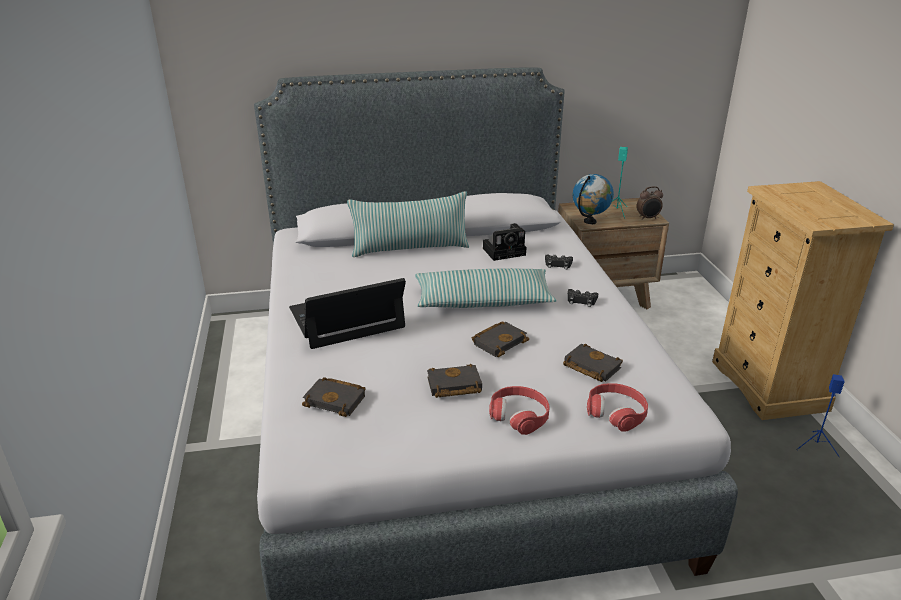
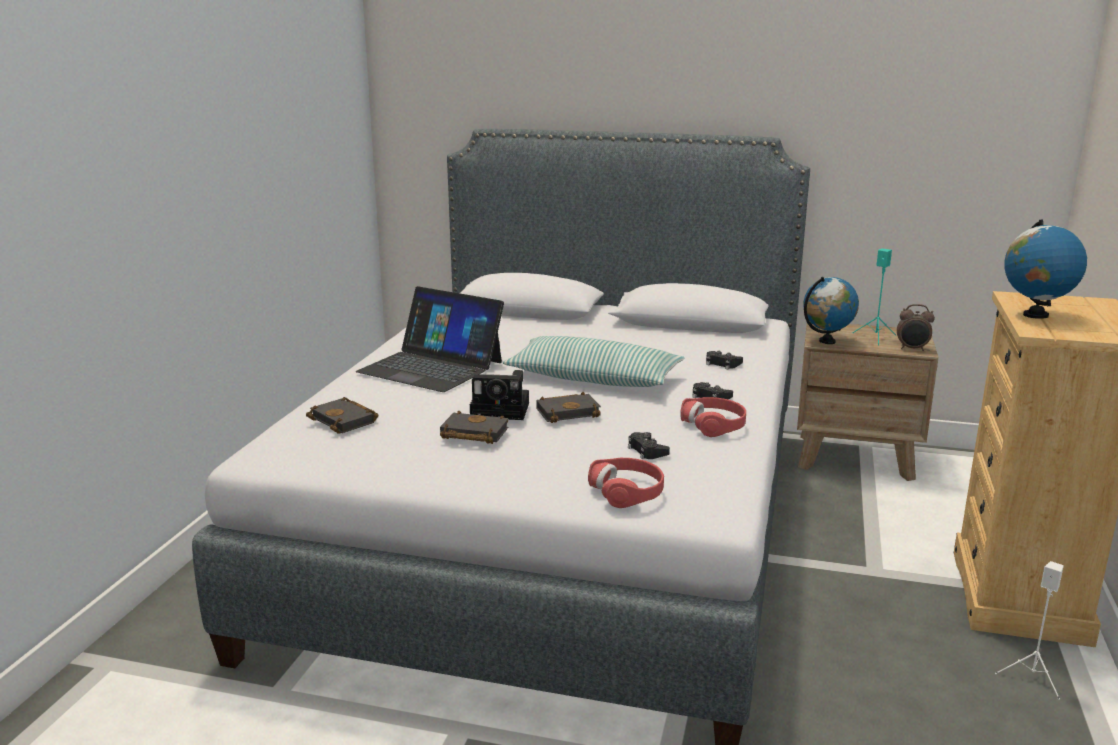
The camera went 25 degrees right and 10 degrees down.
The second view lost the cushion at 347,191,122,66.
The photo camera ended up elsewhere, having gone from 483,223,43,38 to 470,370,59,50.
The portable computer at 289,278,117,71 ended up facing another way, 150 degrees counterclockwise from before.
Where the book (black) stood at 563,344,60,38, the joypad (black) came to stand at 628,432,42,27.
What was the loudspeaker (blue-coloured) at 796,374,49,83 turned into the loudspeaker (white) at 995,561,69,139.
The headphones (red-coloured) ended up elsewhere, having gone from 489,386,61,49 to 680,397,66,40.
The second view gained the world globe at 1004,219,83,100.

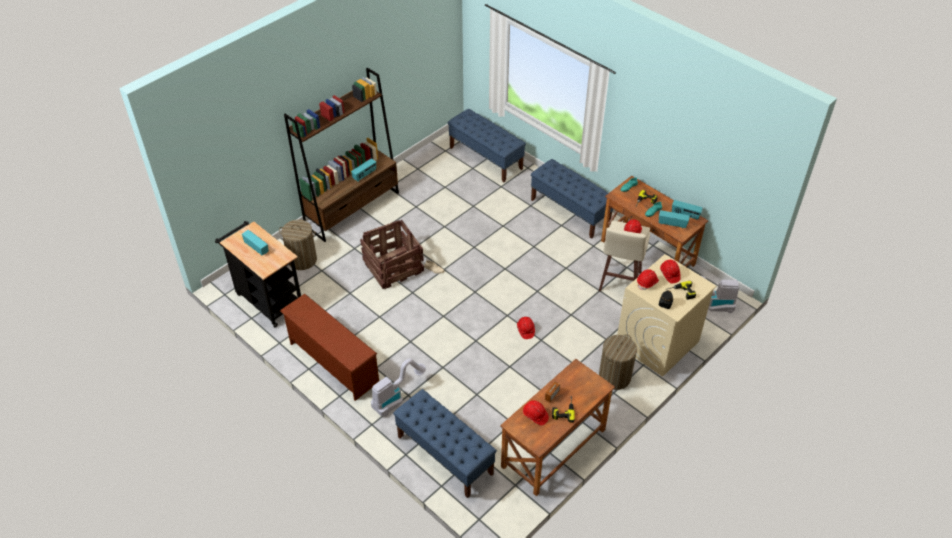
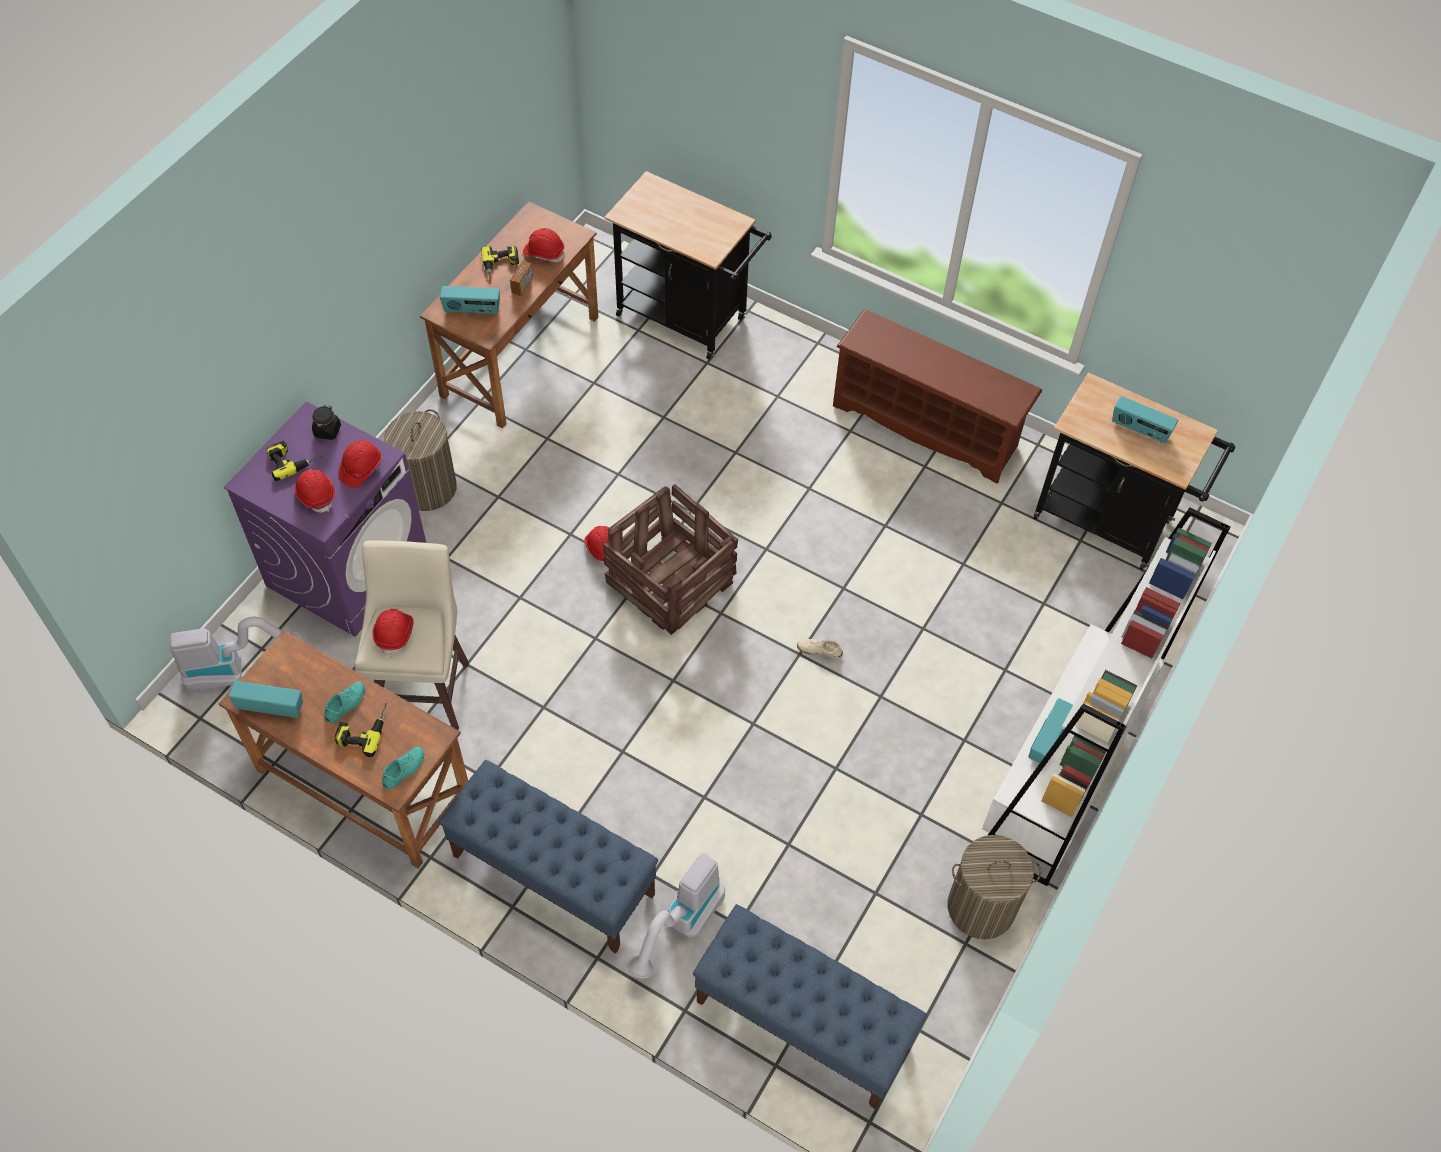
The camera went 165 degrees right and 10 degrees up.
What was the bookcase (brown) at 284,68,115,174 turned into the bookcase (white) at 982,507,248,379.
The radio ended up elsewhere, having gone from 659,210,31,18 to 440,286,60,29.
The hamper ended up elsewhere, having gone from 279,220,38,50 to 948,835,94,104.
The crate ended up elsewhere, having gone from 360,220,64,69 to 603,484,135,151.
What was the washing machine (beige) at 617,254,99,123 turned into the washing machine (purple-coloured) at 224,401,202,236.
The hoover ended up elsewhere, having gone from 371,359,55,58 to 627,853,98,126.
Where the long seat (blue-coloured) stood at 393,389,104,109, the cart (black) came to stand at 605,171,167,189.

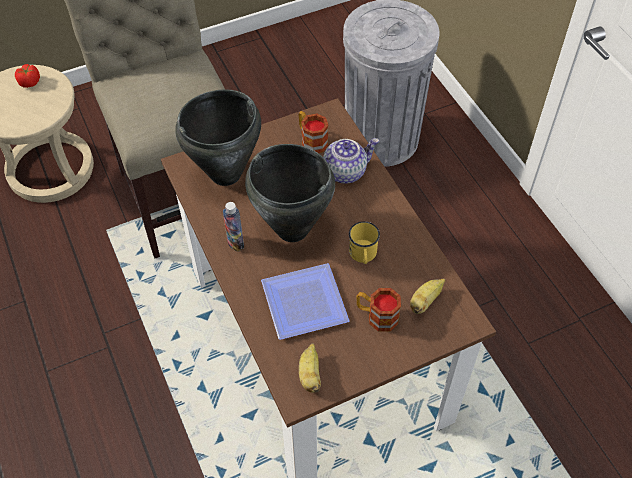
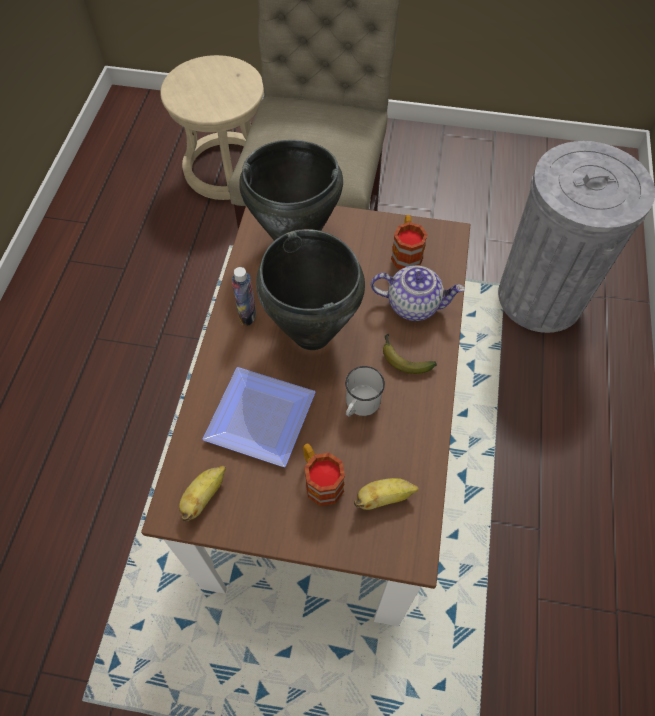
The camera went 35 degrees right and 5 degrees up.
The second view lost the fresh tomato at 15,64,25,24.
What was the tea mug (yellow) at 349,221,31,43 turned into the tea mug (white) at 345,366,40,51.
The second view gained the whole banana at 383,333,54,41.

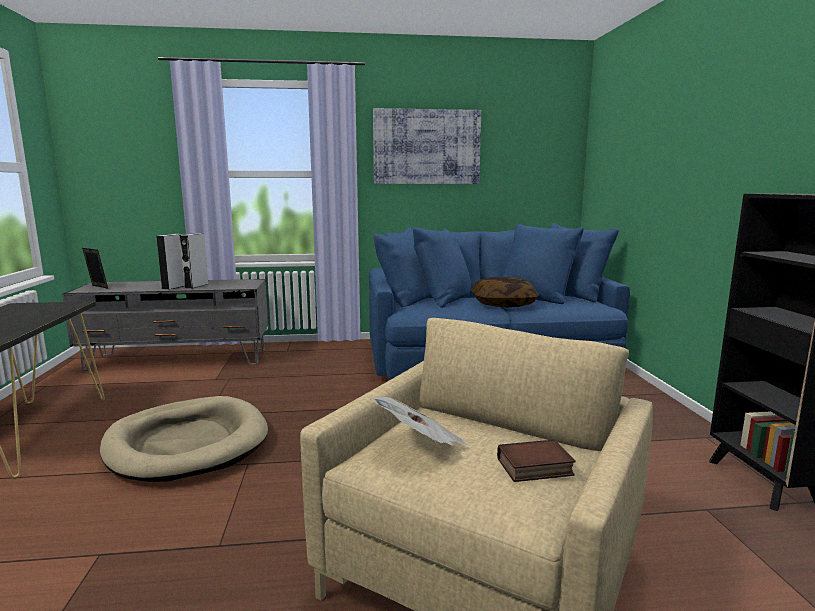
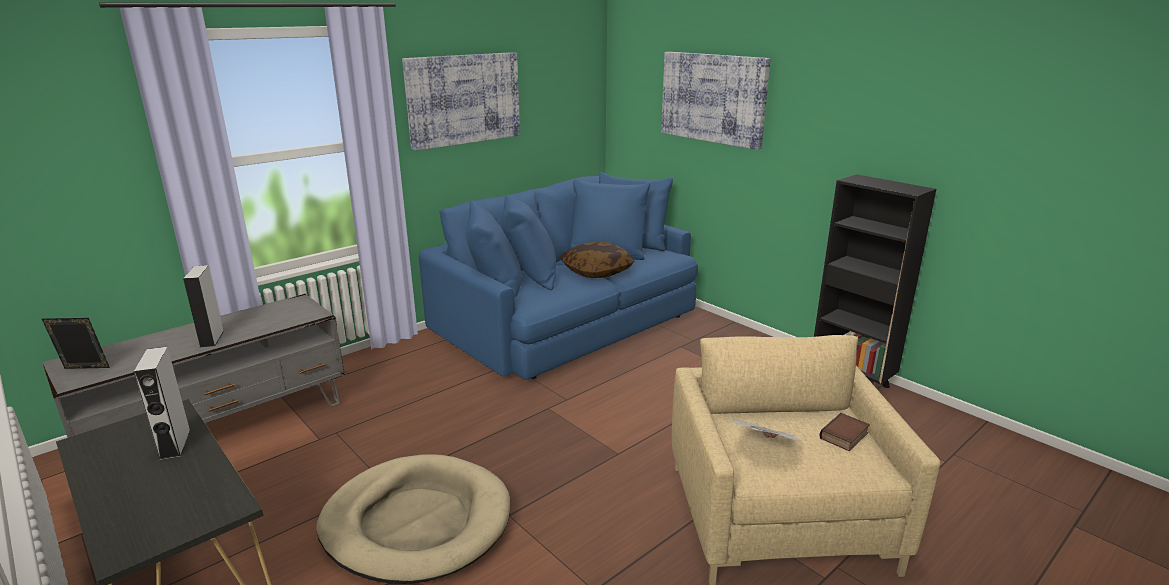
The camera went 35 degrees left and 10 degrees up.
The loudspeaker (greyish) ended up elsewhere, having gone from 179,233,29,56 to 134,347,57,113.
The second view gained the wall art at 661,52,110,98.

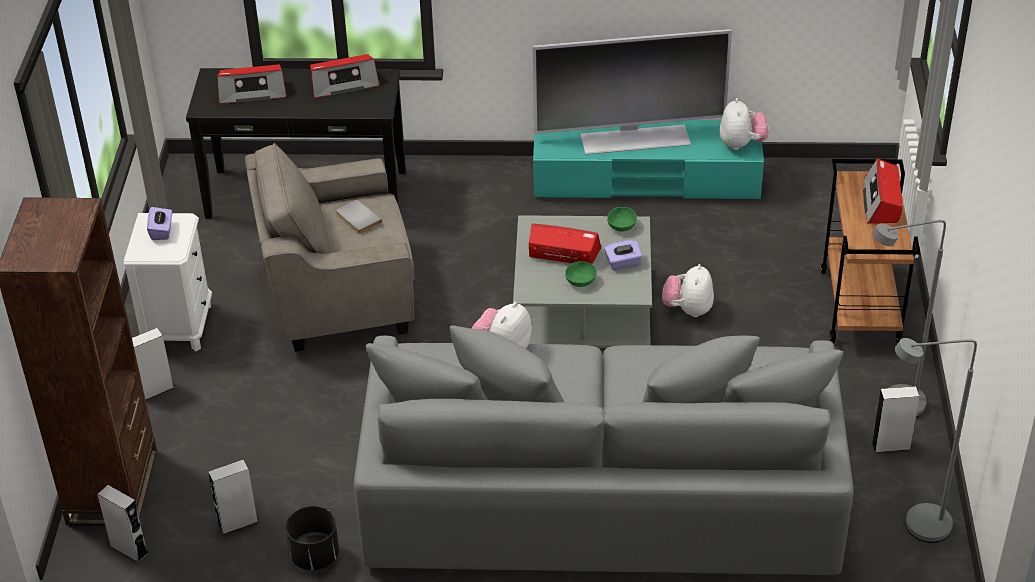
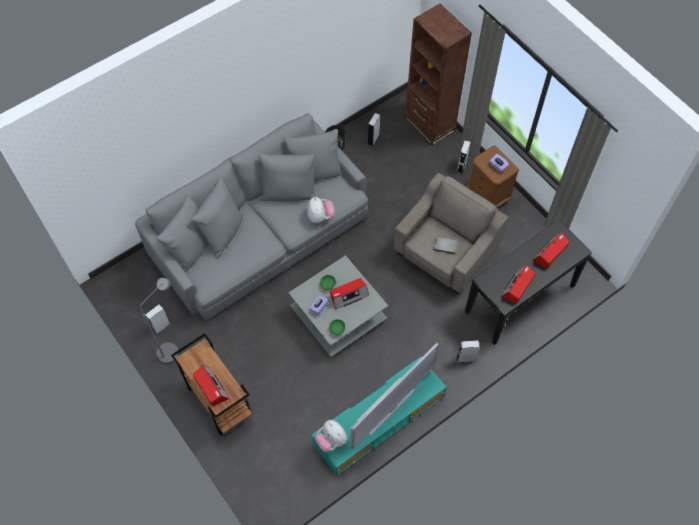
The camera went 140 degrees right and 20 degrees up.
What was the bedside table (white) at 124,213,88,139 turned into the bedside table (brown) at 467,145,53,63.
The second view lost the plush toy at 662,264,52,53.
The second view lost the standing lamp (greyish) at 895,338,82,205.
The loudspeaker (greyish) ended up elsewhere, having gone from 97,485,51,78 to 456,340,24,23.

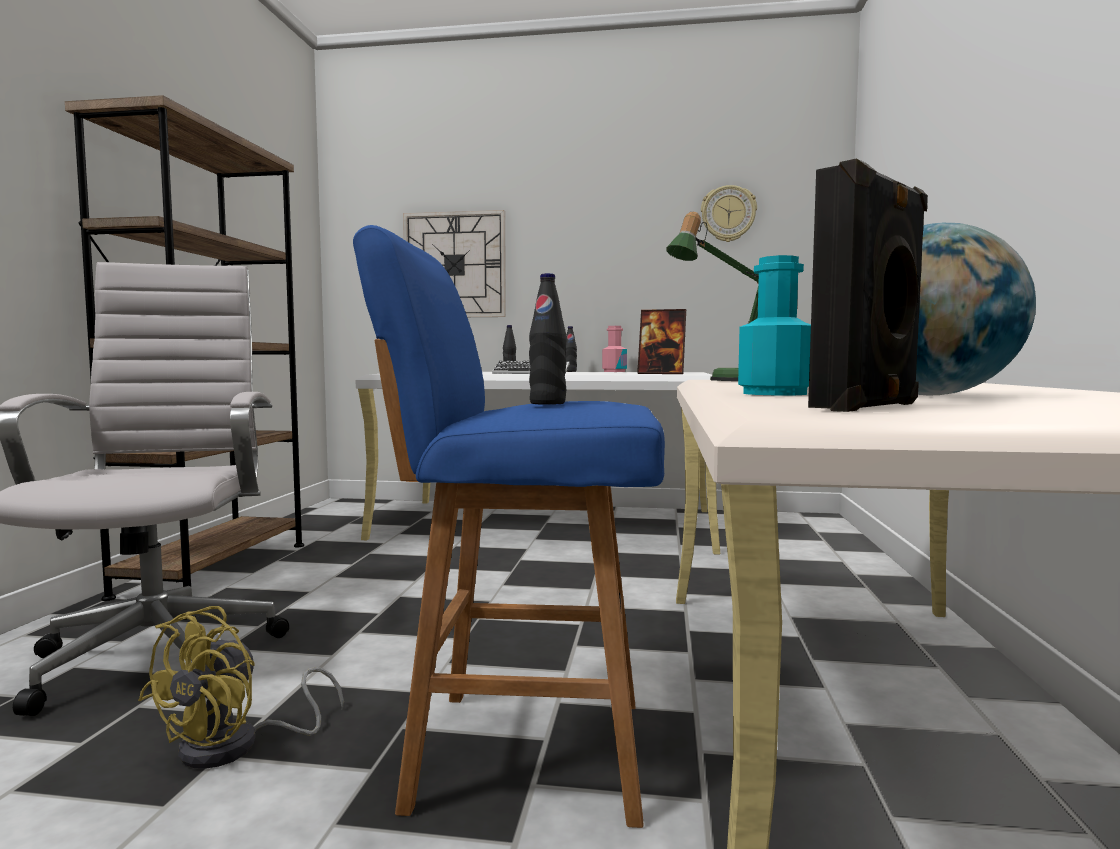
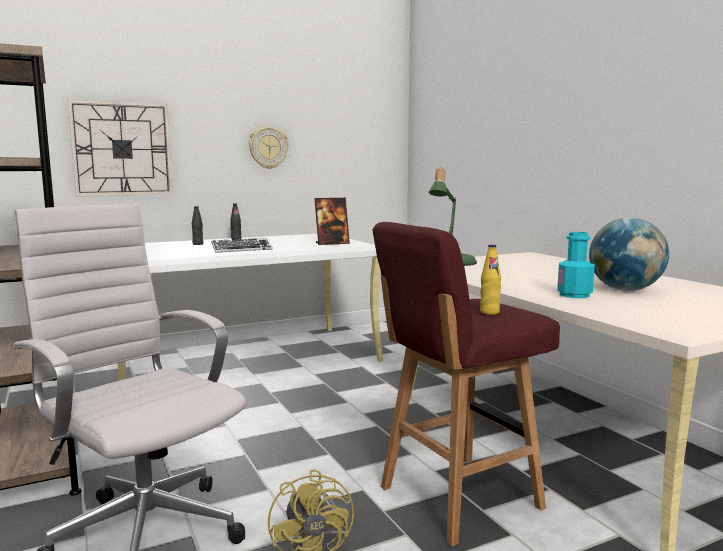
The camera went 35 degrees left and 5 degrees up.
The second view lost the loudspeaker (black) at 808,158,120,254.
The clock on the wall ended up elsewhere, having gone from 701,185,56,57 to 249,127,40,42.
What was the sitting stool (blue-coloured) at 353,225,312,603 turned into the sitting stool (red-coloured) at 373,222,187,325.
What was the drink bottle (black) at 529,273,37,132 turned into the drink bottle (yellow) at 480,244,21,71.
The second view lost the drink bottle (pink-coloured) at 602,326,25,46.

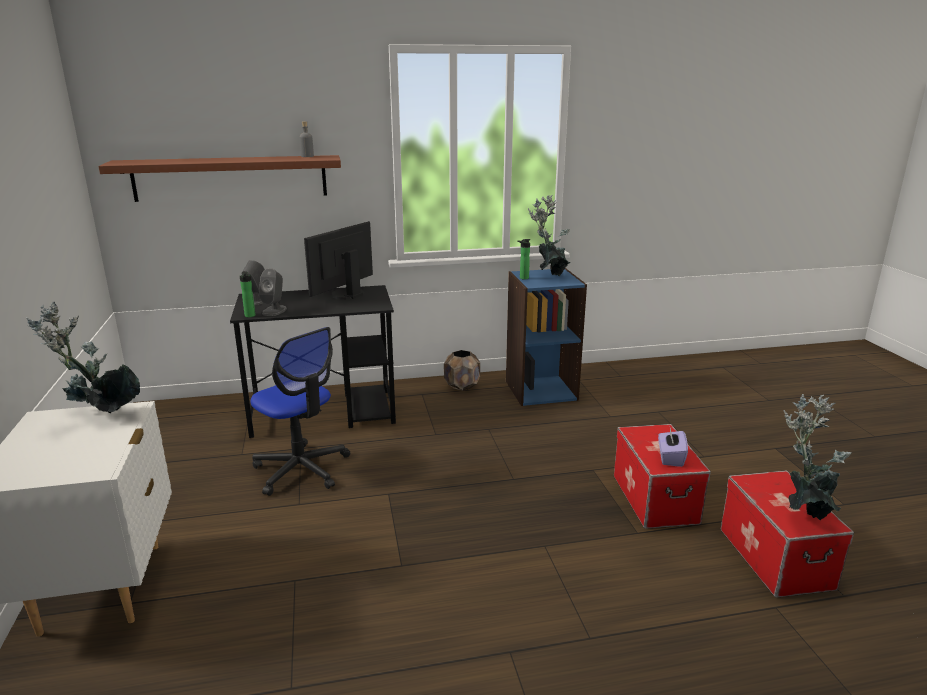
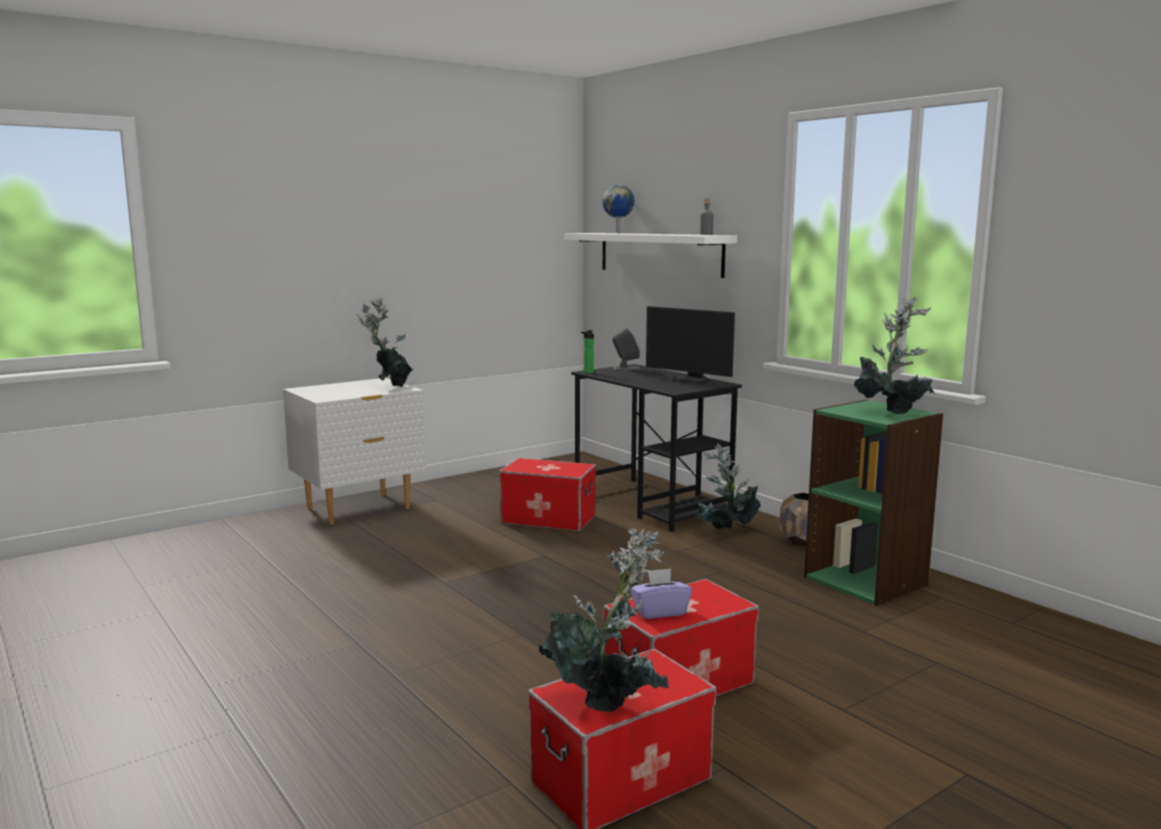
The camera went 65 degrees right and 10 degrees down.
What was the shelf (brown) at 99,155,242,47 turned into the shelf (white) at 565,233,172,45.
The computer display at 304,221,69,79 ended up facing another way, 150 degrees counterclockwise from before.
The second view lost the drink bottle at 517,239,13,41.
The second view lost the loudspeaker (greyish) at 259,268,28,48.
What was the bookcase (blue-coloured) at 506,268,81,138 turned into the bookcase (green) at 804,399,139,207.
Where the office chair stood at 250,327,100,169, the storage container came to stand at 499,458,97,74.
The second view gained the world globe at 602,185,32,48.
The second view gained the houseplant at 694,443,67,86.

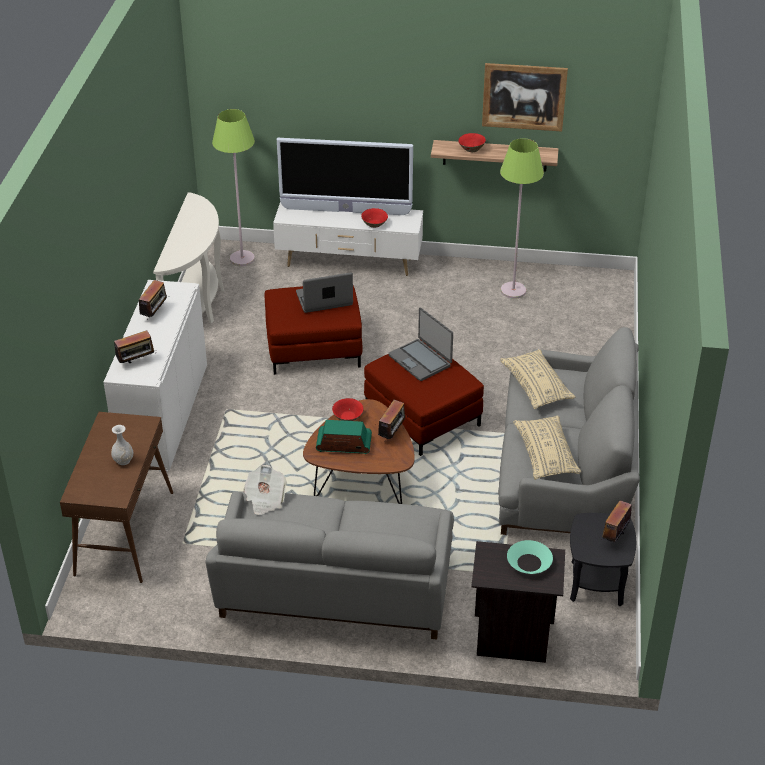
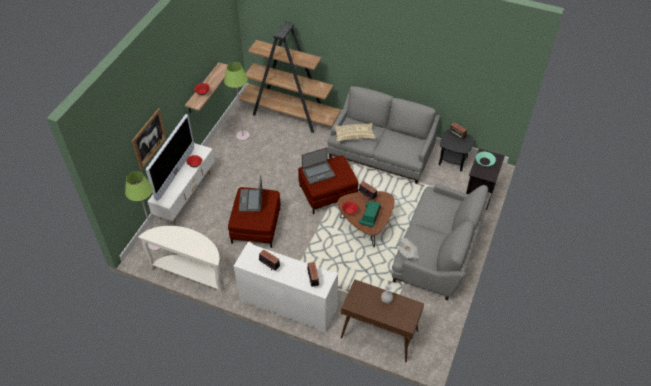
The camera went 75 degrees left and 10 degrees up.
The wall art ended up elsewhere, having gone from 482,63,86,69 to 132,108,35,62.
The second view lost the cushion (beige) at 513,416,68,64.
The second view gained the bookcase (brown) at 239,21,102,112.

